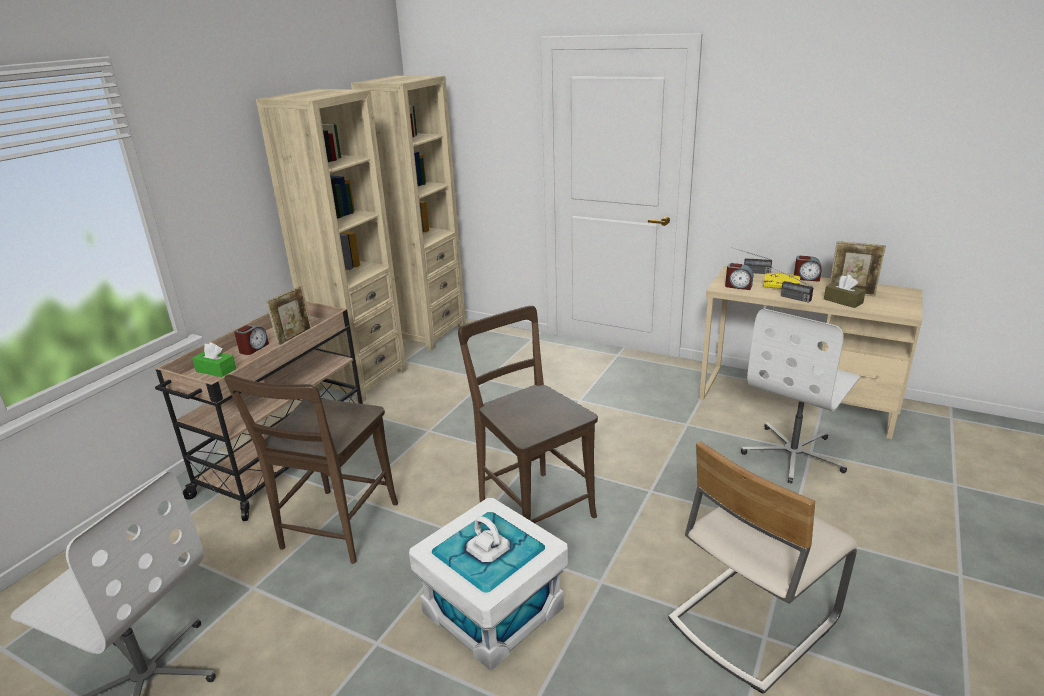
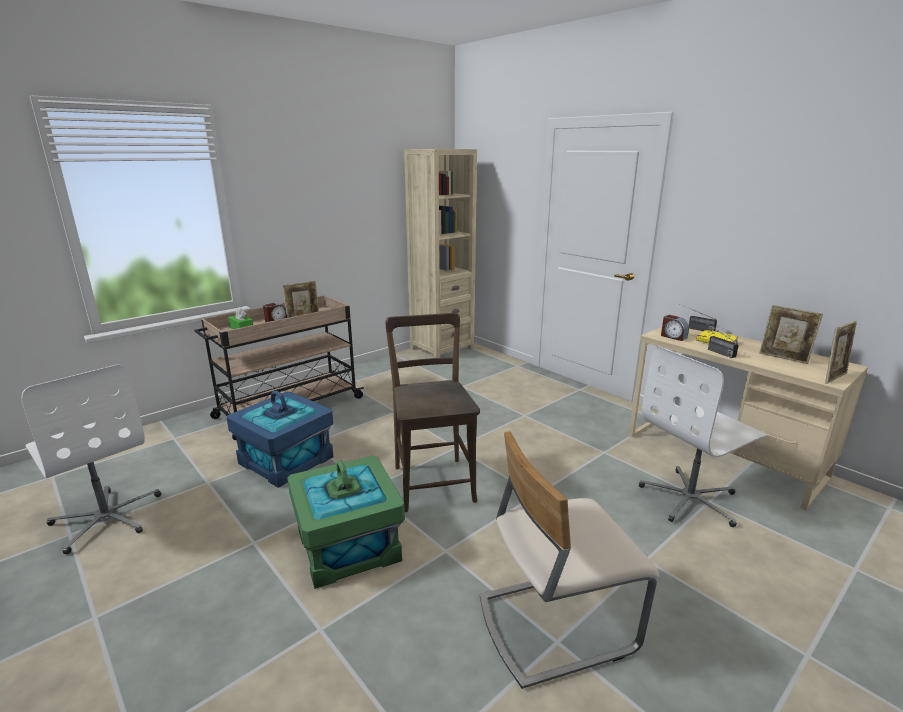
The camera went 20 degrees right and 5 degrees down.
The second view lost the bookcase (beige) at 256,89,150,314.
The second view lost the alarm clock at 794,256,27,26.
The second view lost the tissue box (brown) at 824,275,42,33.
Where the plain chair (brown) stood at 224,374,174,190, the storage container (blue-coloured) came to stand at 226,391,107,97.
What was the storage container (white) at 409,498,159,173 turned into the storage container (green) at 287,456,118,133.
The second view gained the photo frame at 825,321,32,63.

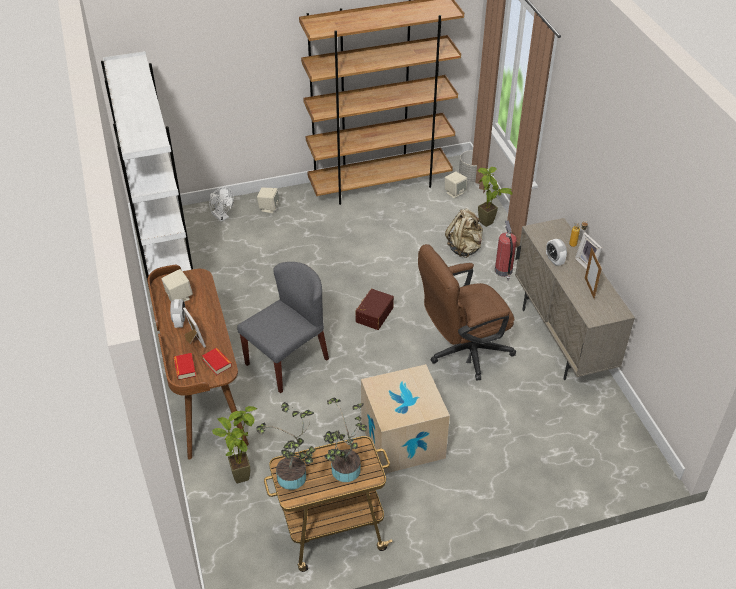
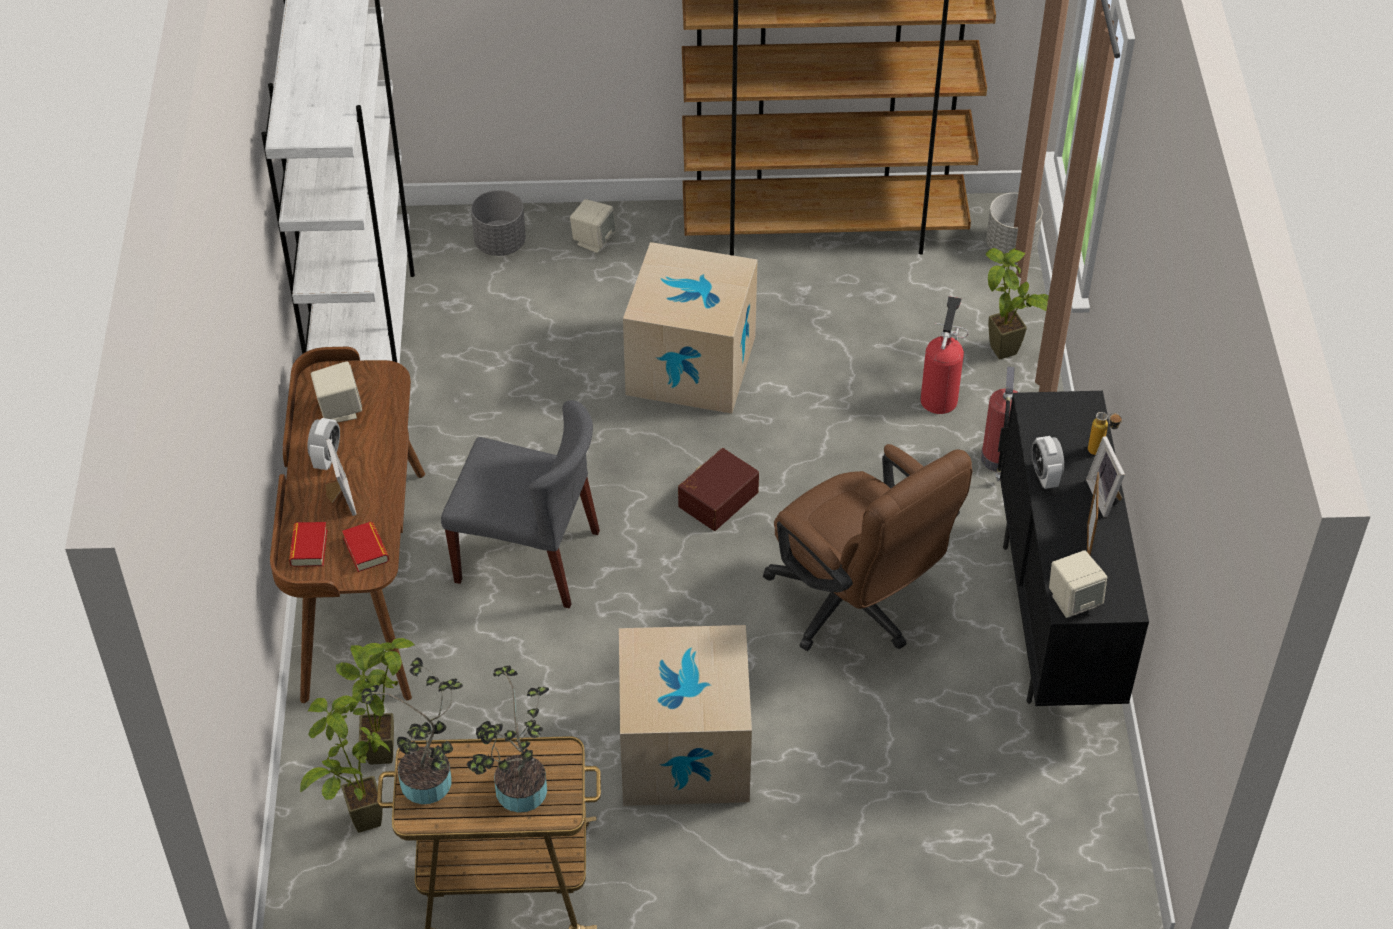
The camera went 15 degrees right and 5 degrees up.
The loudspeaker (beige) ended up elsewhere, having gone from 445,171,22,28 to 1049,550,58,68.
Where the electric fan (white) stood at 209,187,25,35, the flower pot (greyish) came to stand at 471,190,55,66.
Where the knapsack (beige) stood at 445,209,38,49, the fire-fighting cylinder came to stand at 920,296,48,118.
What was the cupboard (beige) at 515,218,120,162 turned into the cupboard (black) at 998,391,151,315.
The office chair (brown) at 418,244,98,137 ended up facing another way, 120 degrees counterclockwise from before.
The plain chair (greyish) at 237,262,92,131 ended up facing another way, 45 degrees clockwise from before.
The second view gained the packing box at 623,242,135,172.
The second view gained the houseplant at 300,695,91,138.

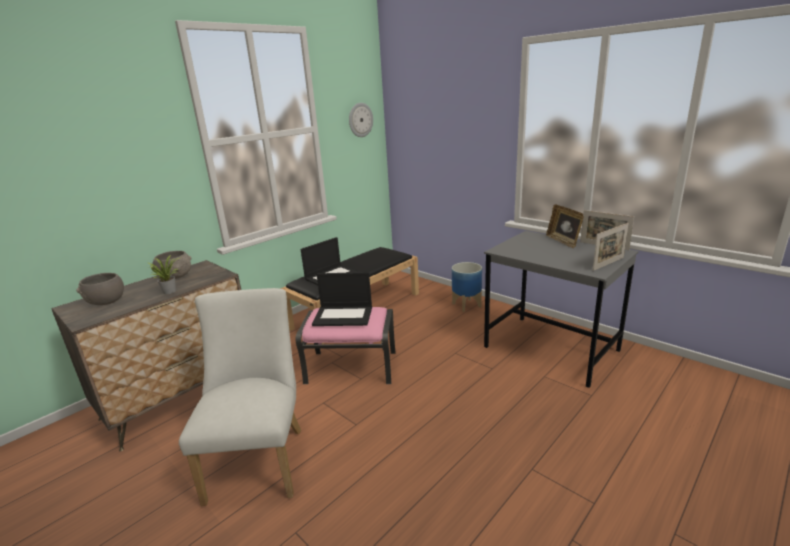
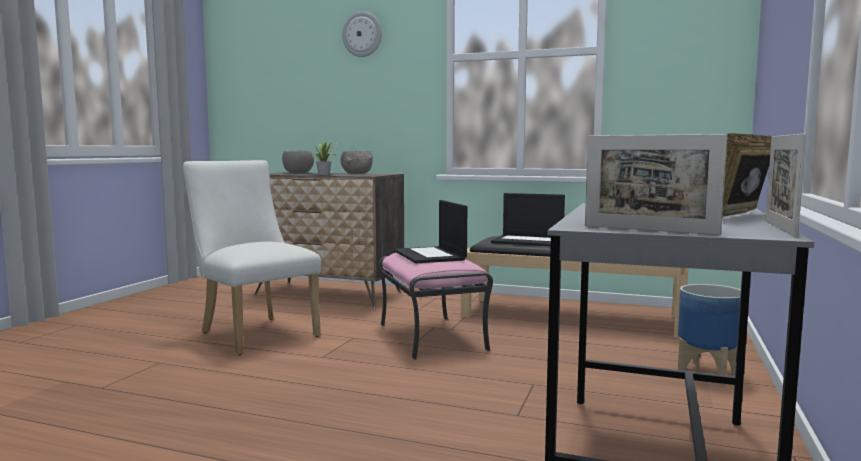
The camera went 65 degrees right and 15 degrees down.
The clock on the wall ended up elsewhere, having gone from 349,103,24,34 to 342,11,40,46.
The plain chair (white) at 179,288,122,218 ended up facing another way, 105 degrees counterclockwise from before.

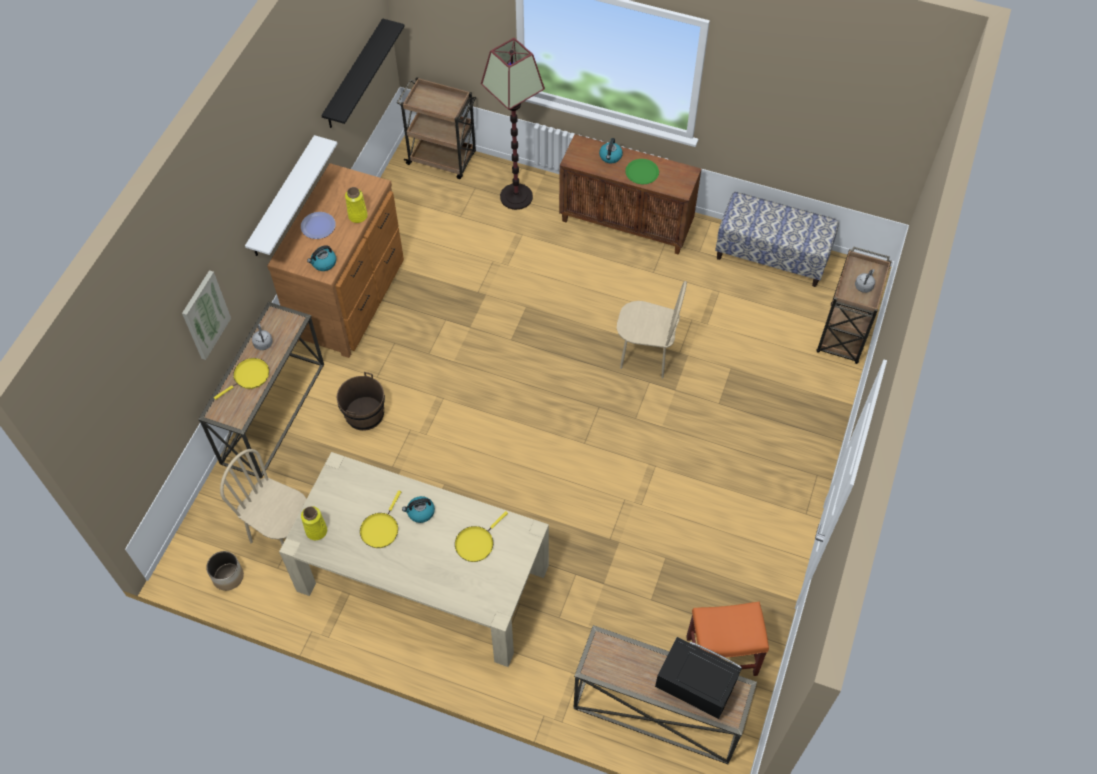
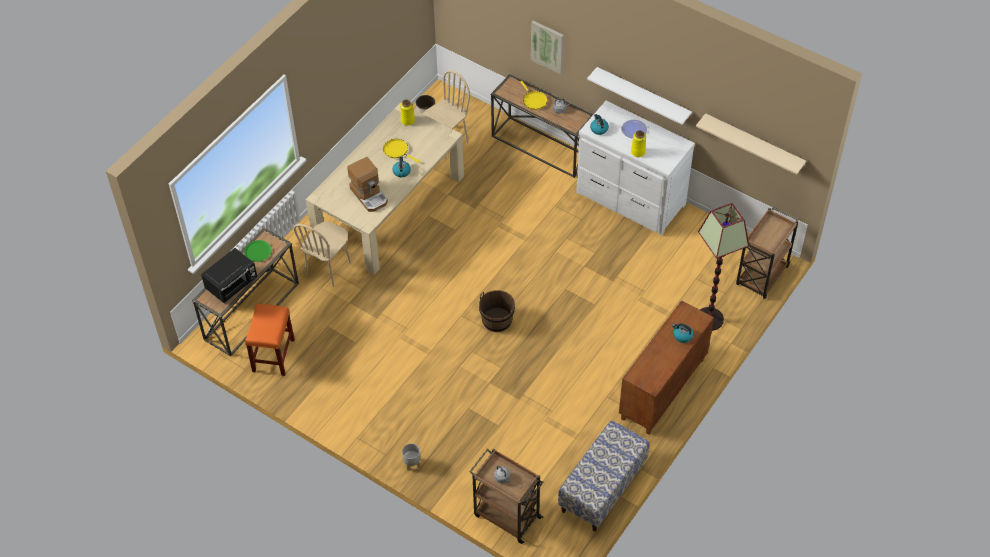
The camera went 105 degrees right and 5 degrees down.
What was the shelf (black) at 321,18,84,110 turned into the shelf (beige) at 696,113,110,62.
The dinner plate (green) ended up elsewhere, having gone from 625,159,34,25 to 244,240,28,22.
What was the chest of drawers (brown) at 267,163,137,195 turned into the chest of drawers (white) at 576,101,119,134.
The plain chair (beige) ended up elsewhere, having gone from 617,281,70,97 to 293,222,58,65.
The bucket (brown) ended up elsewhere, having gone from 336,372,49,59 to 479,290,36,42.
Where the skillet (yellow) stood at 455,511,53,51, the coffee maker came to stand at 347,157,41,55.
The second view gained the flower pot (greyish) at 402,443,19,28.

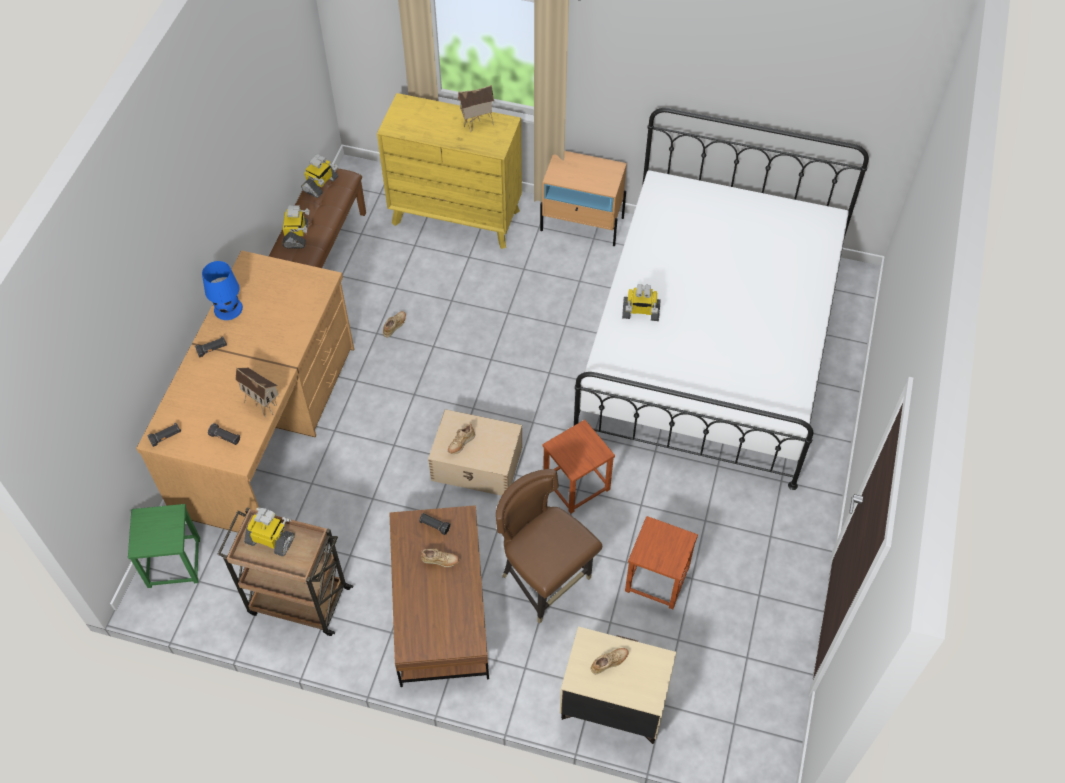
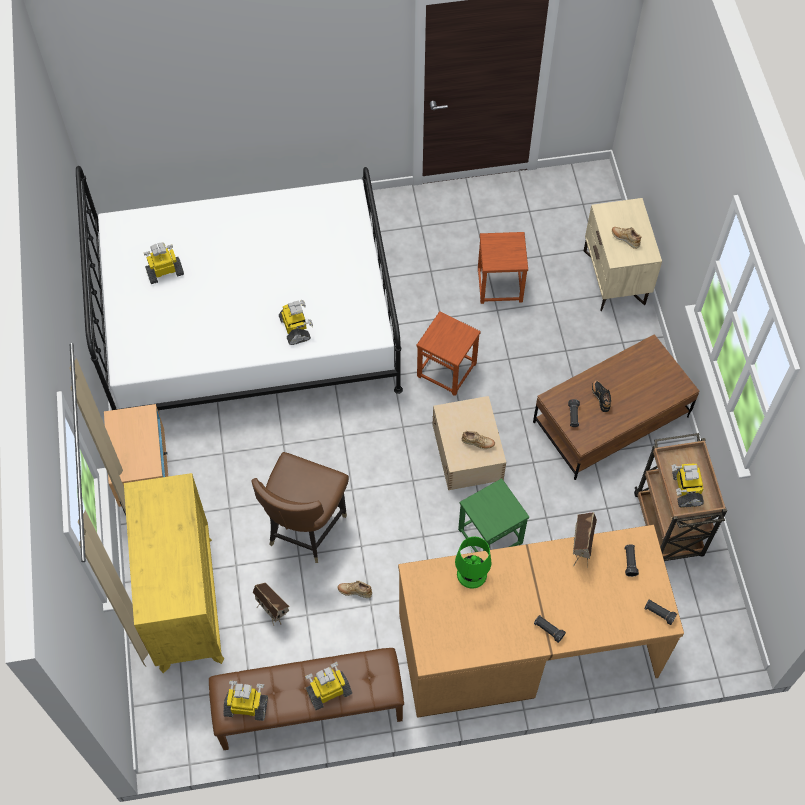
The camera went 115 degrees left and 5 degrees up.
The toy house ended up elsewhere, having gone from 458,85,36,47 to 253,583,37,43.
The second view lost the lamp for a table (blue-coloured) at 202,261,41,59.
The plain chair (brown) ended up elsewhere, having gone from 496,469,106,155 to 251,452,98,111.
The sitting stool (green) ended up elsewhere, having gone from 128,504,72,84 to 458,478,71,74.
What was the item of footwear (beige) at 421,549,38,18 turned into the item of footwear (black) at 592,381,19,31.
The second view gained the robot figure at 144,242,40,42.
The second view gained the lamp for a table (green) at 455,537,36,52.

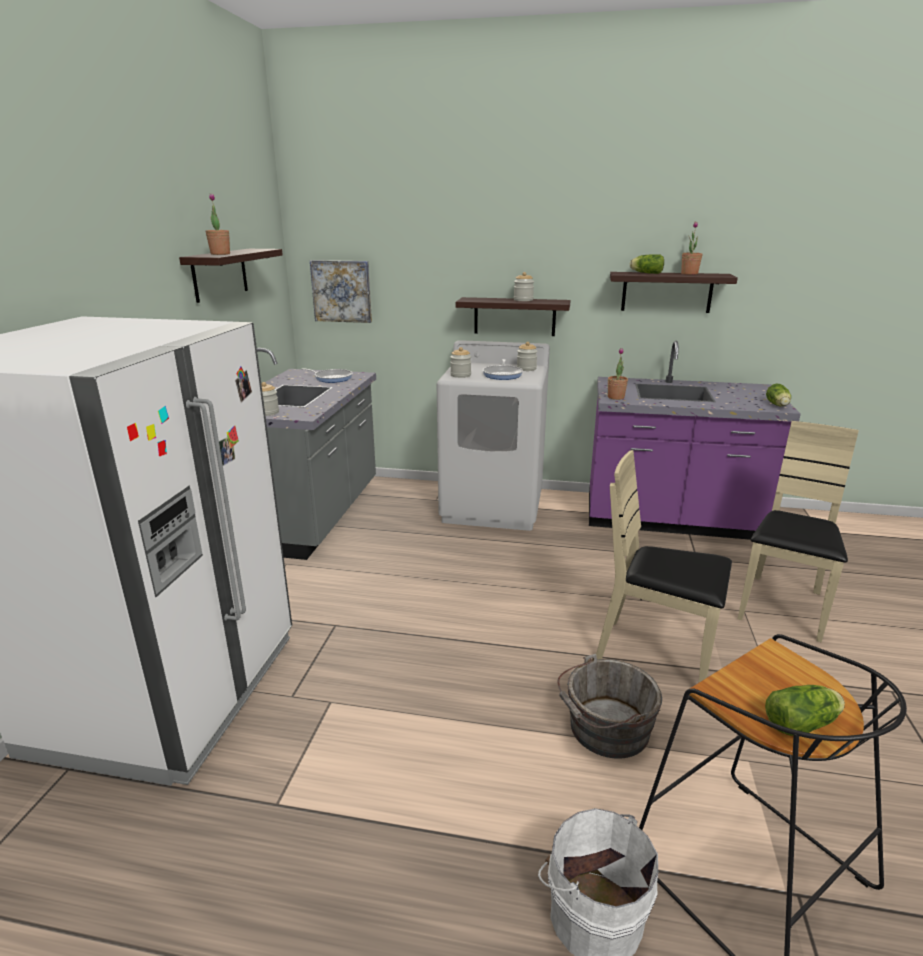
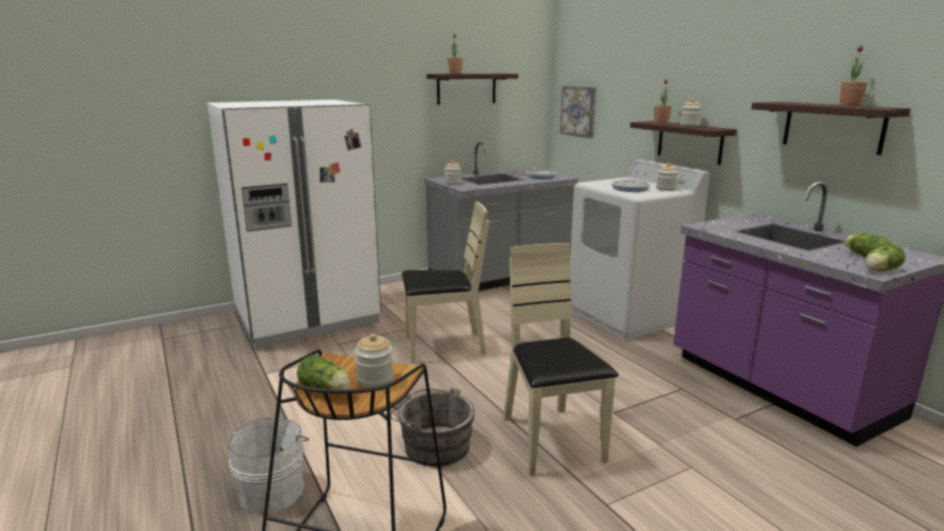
The camera went 50 degrees right and 5 degrees down.
The lettuce head ended up elsewhere, having gone from 630,254,34,20 to 844,233,47,24.
The storage jar ended up elsewhere, having gone from 450,347,21,31 to 355,334,39,54.
The houseplant ended up elsewhere, having gone from 608,348,20,52 to 654,79,18,45.
The plain chair (beige) ended up elsewhere, having gone from 738,421,121,221 to 402,201,88,162.

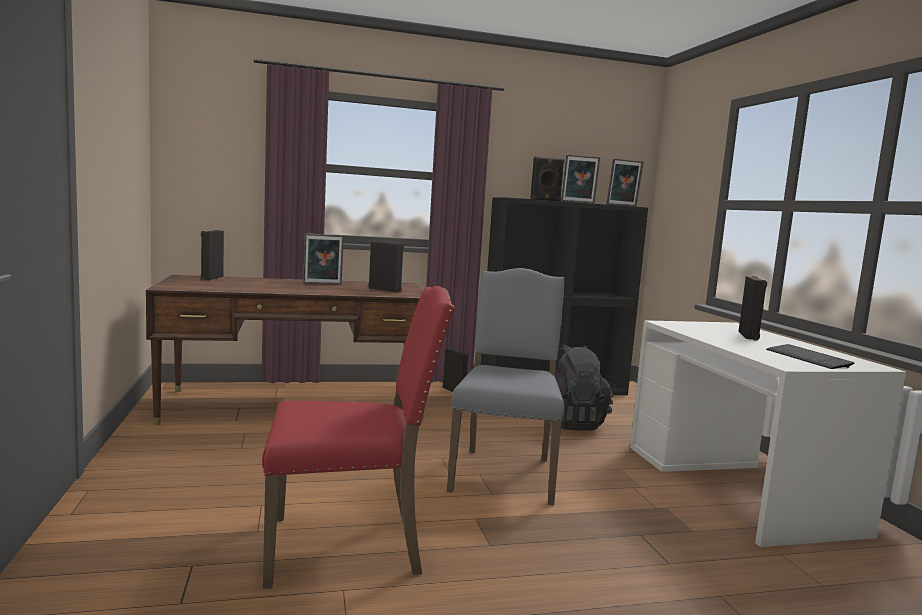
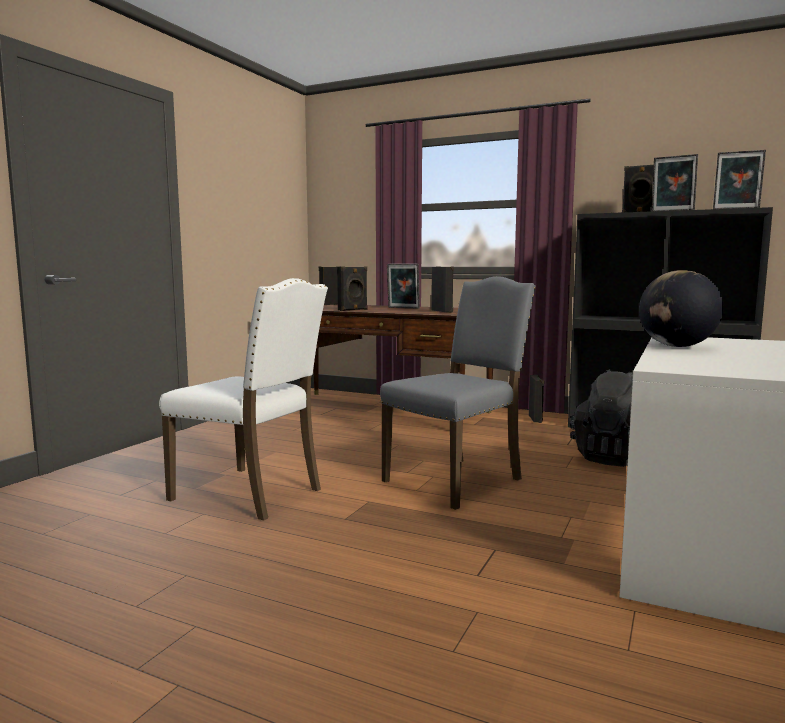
The camera went 40 degrees right and 0 degrees up.
The loudspeaker (black) ended up elsewhere, having gone from 738,276,29,65 to 337,267,30,44.
What was the plain chair (red-coloured) at 262,286,193,303 turned into the plain chair (white) at 159,278,169,242.
The second view lost the keyboard at 766,344,89,25.
The second view gained the world globe at 639,270,85,77.

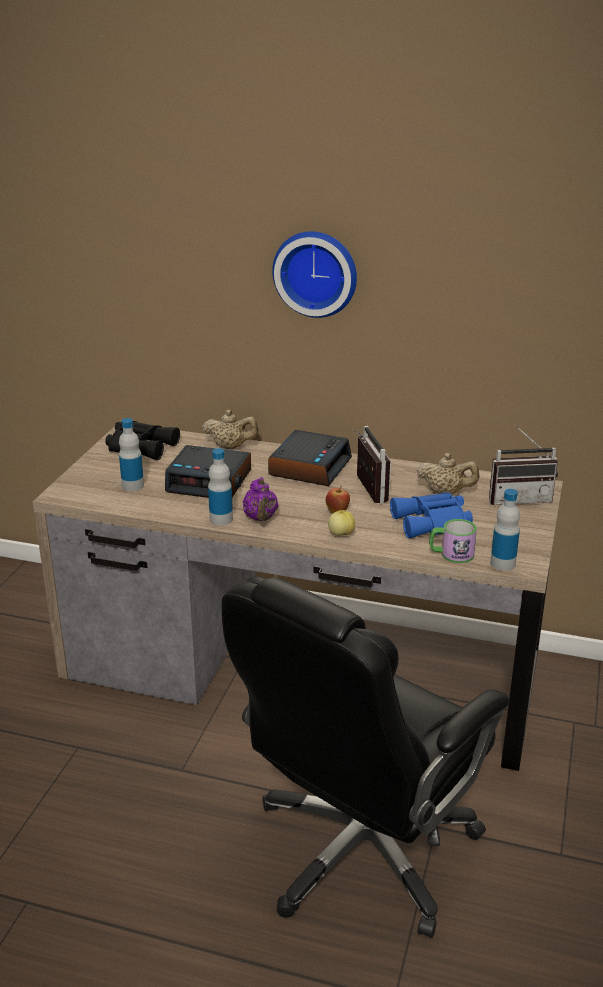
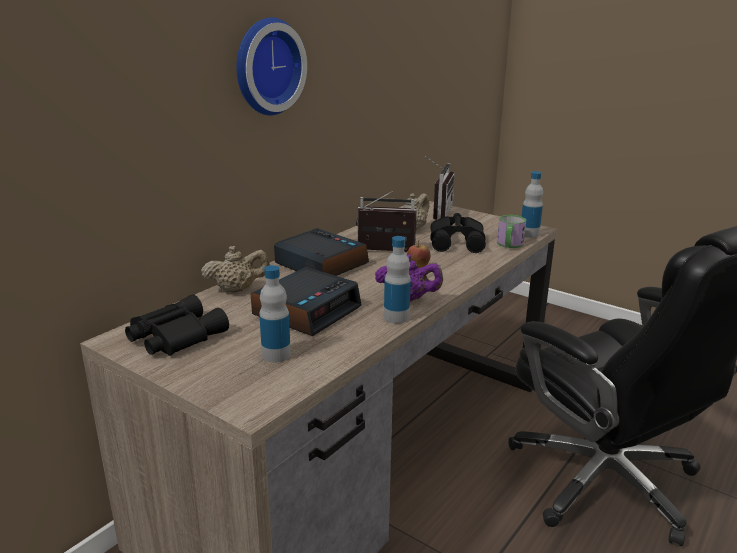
The camera went 70 degrees left and 5 degrees down.
The teapot (beige) at 202,410,57,39 ended up facing another way, 45 degrees clockwise from before.
What was the binoculars (blue-coloured) at 390,492,83,47 turned into the binoculars (black) at 431,213,55,40.
The second view lost the apple fruit at 328,510,27,26.

